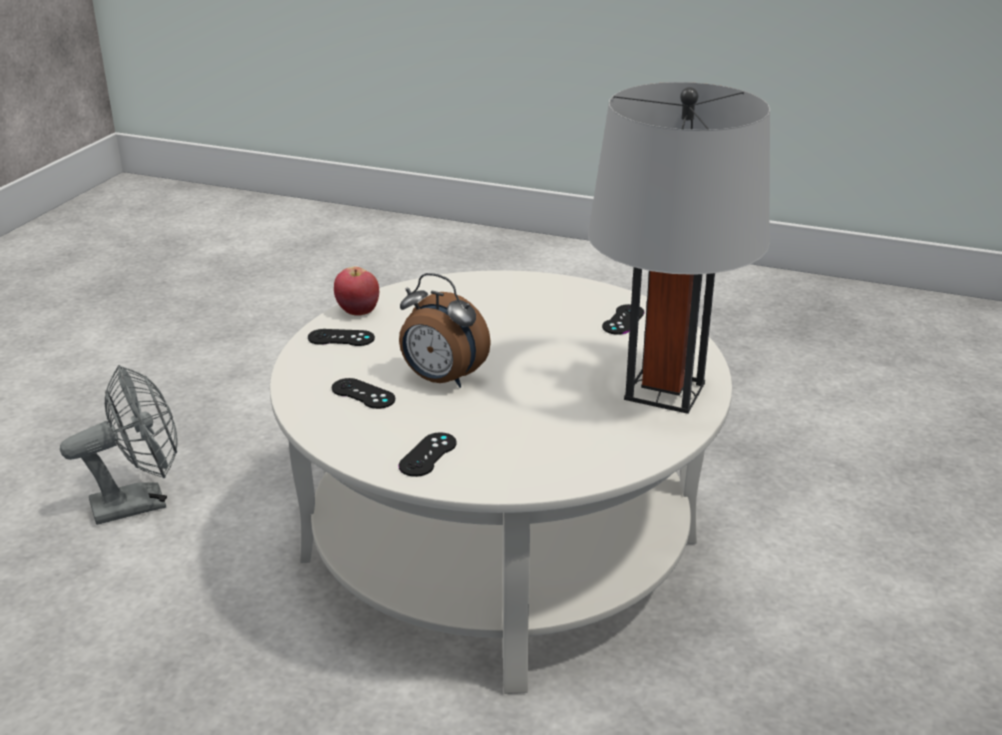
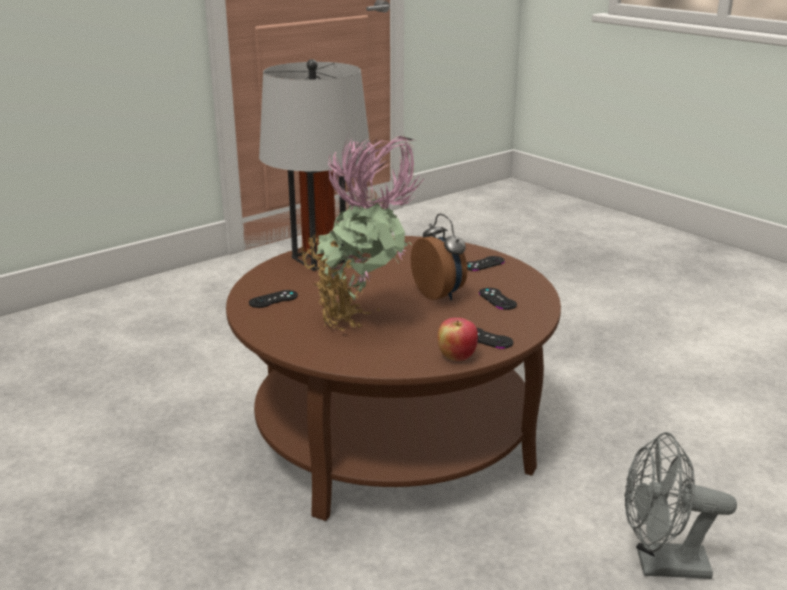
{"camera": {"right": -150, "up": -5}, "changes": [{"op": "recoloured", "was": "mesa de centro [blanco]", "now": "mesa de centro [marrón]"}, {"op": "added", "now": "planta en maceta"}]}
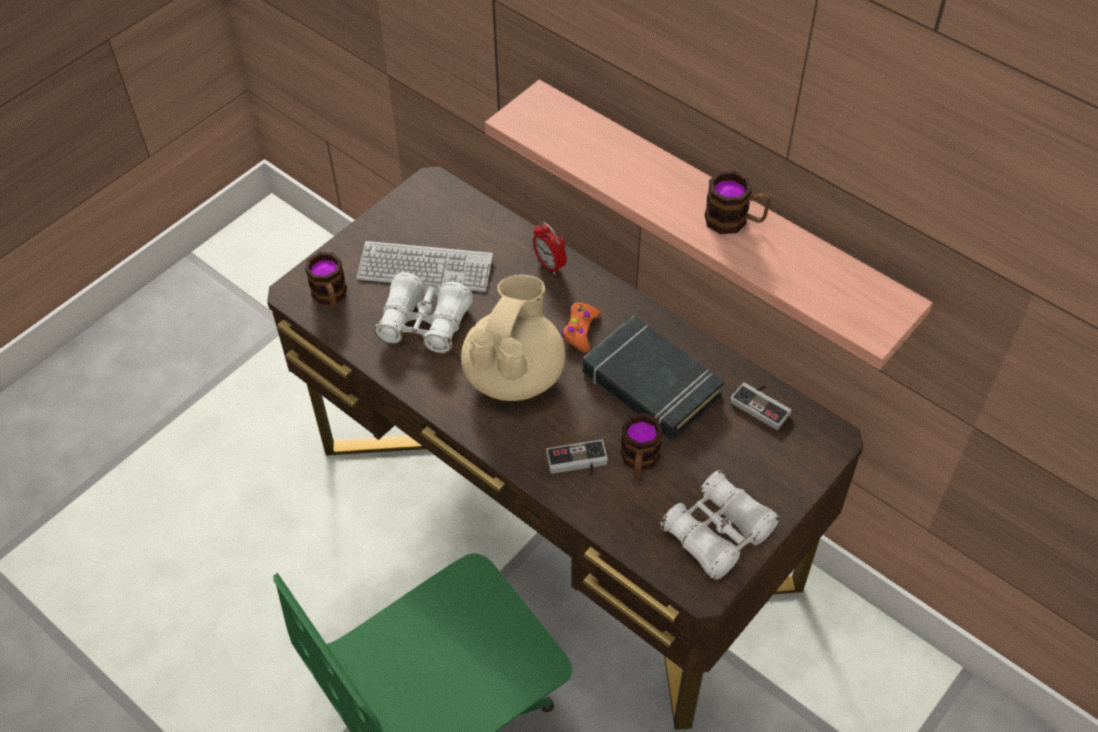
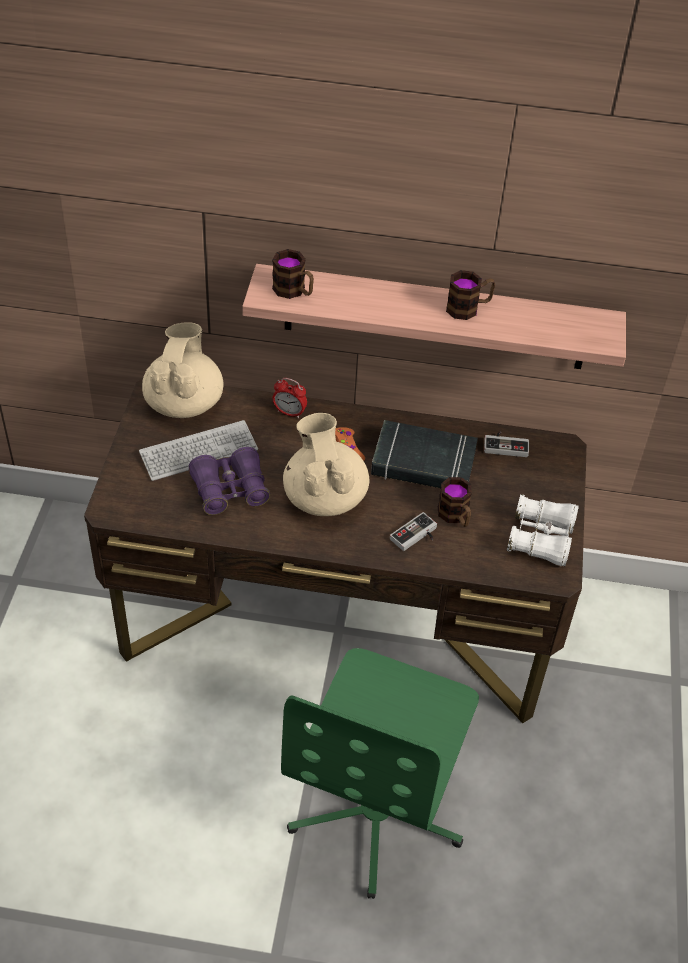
{"camera": {"right": -35, "up": -5}, "changes": [{"op": "moved", "was": "taza grande (1st from left)"}, {"op": "recoloured", "was": "prismáticos [blanco] (1st from left)", "now": "prismáticos [morado]"}, {"op": "added", "now": "tetera [beis] (1st from left)"}]}
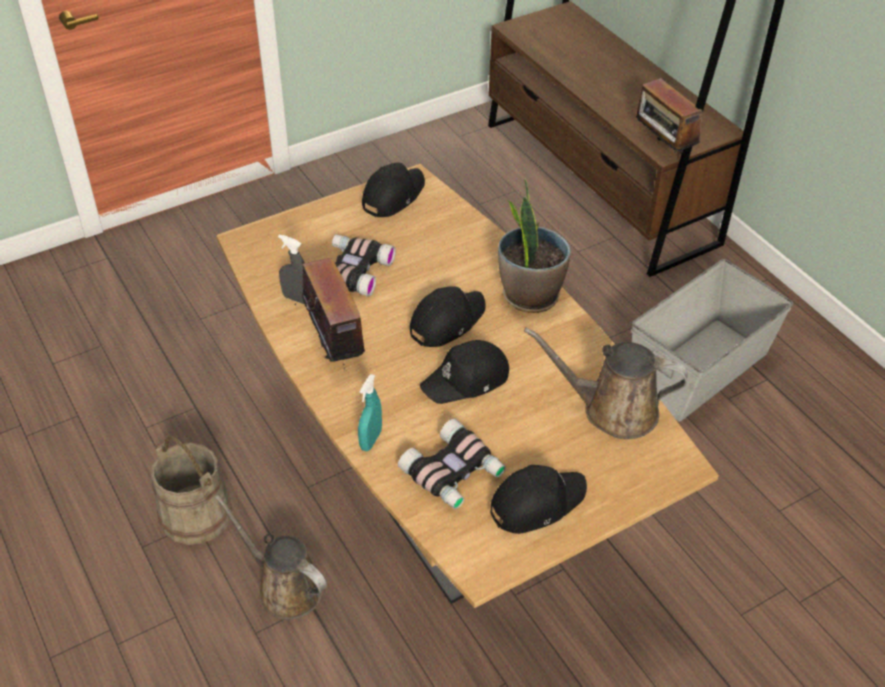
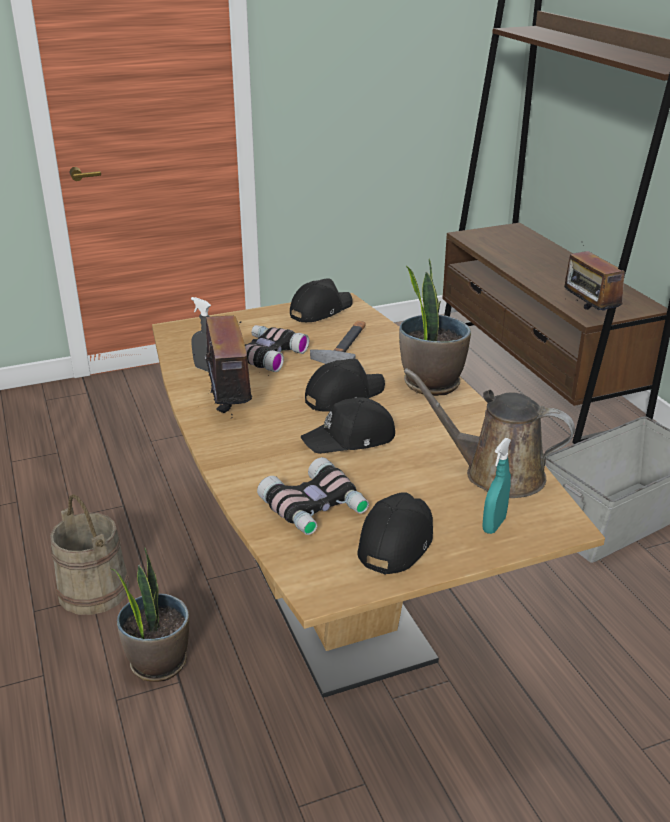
{"camera": {"right": 10, "up": -15}, "changes": [{"op": "replaced", "was": "regadera [marrón] (1st from left)", "now": "planta en maceta (1st from left)"}, {"op": "moved", "was": "pulverizador [turquesa]"}, {"op": "turned", "was": "gorra [negro] (4th from left)", "clockwise": -45}, {"op": "added", "now": "martillo"}]}
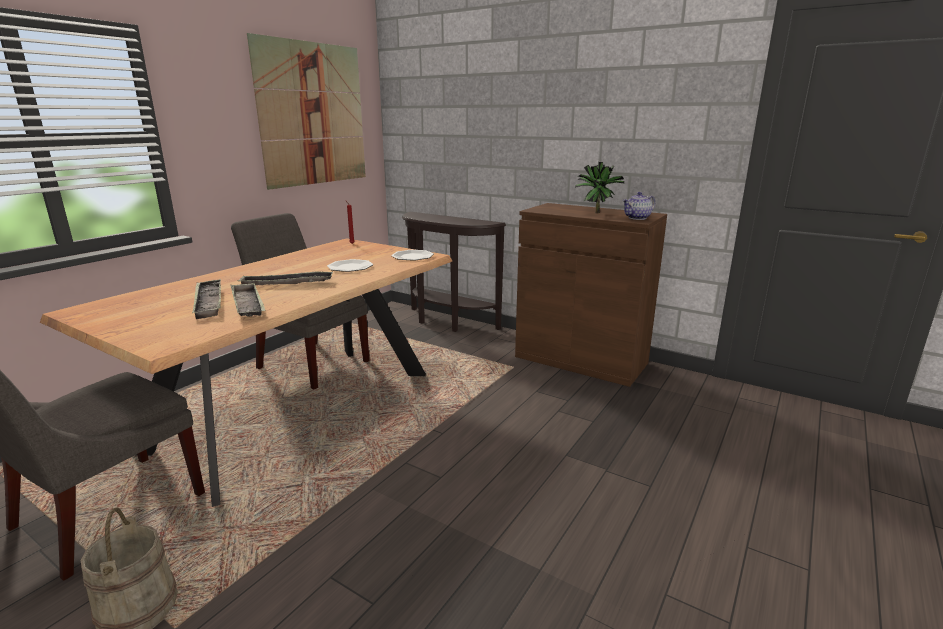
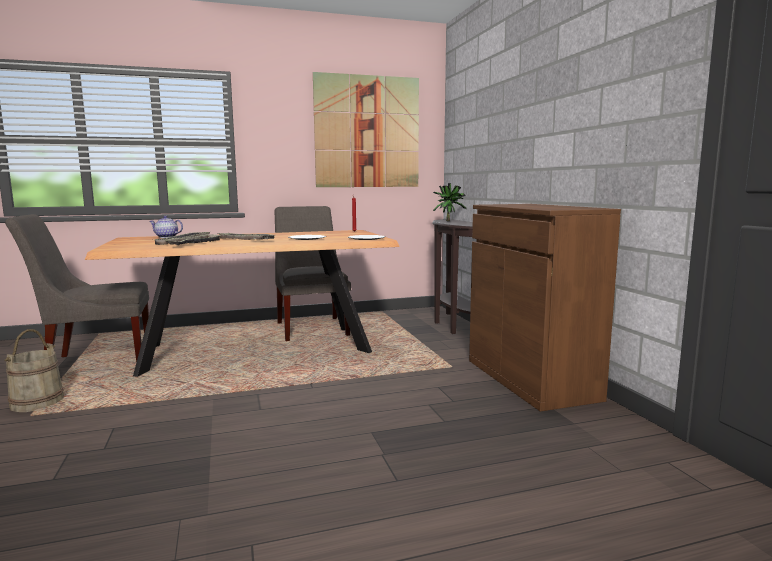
{"camera": {"right": 40, "up": -10}, "changes": [{"op": "moved", "was": "planta en maceta"}, {"op": "moved", "was": "tetera"}]}
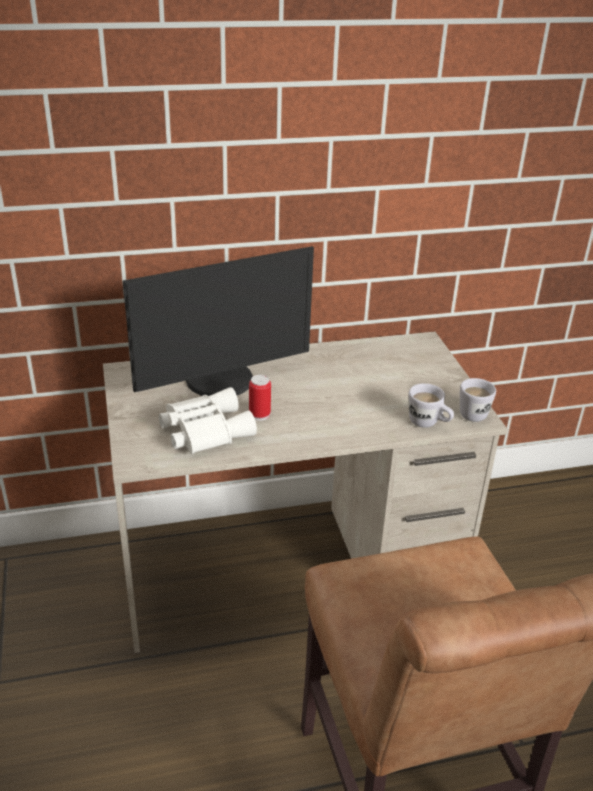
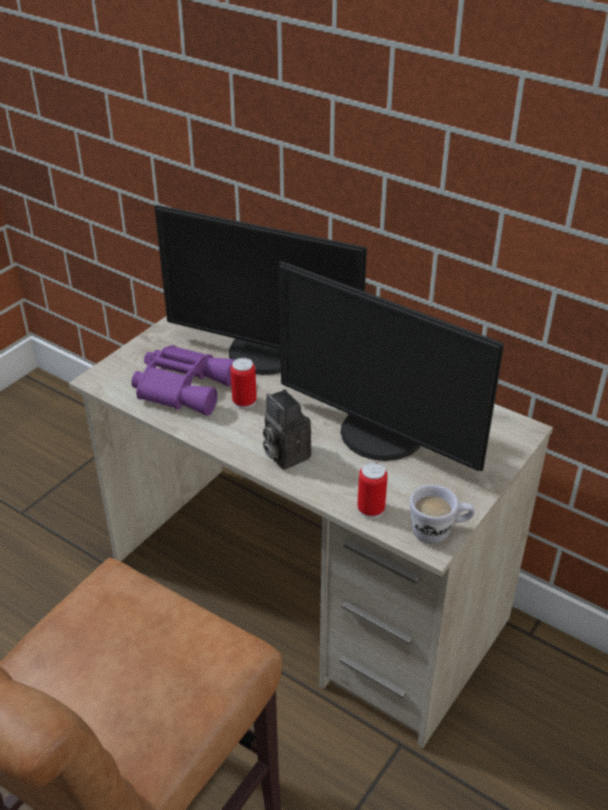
{"camera": {"right": 50, "up": 5}, "changes": [{"op": "recoloured", "was": "prismáticos [blanco]", "now": "prismáticos [morado]"}, {"op": "replaced", "was": "taza grande [blanco] (1st from left)", "now": "lata (2nd from left)"}, {"op": "added", "now": "cámara"}, {"op": "added", "now": "monitor (2nd from left)"}]}
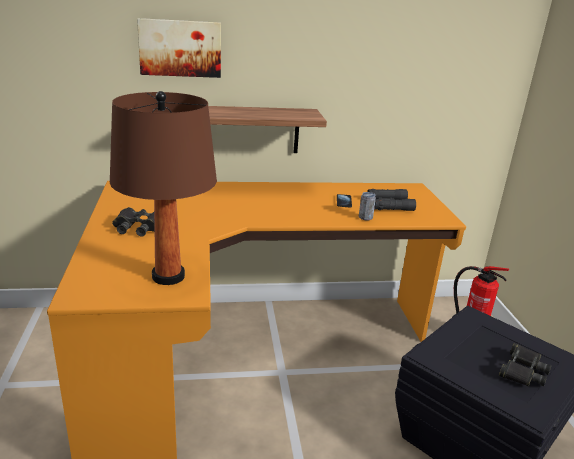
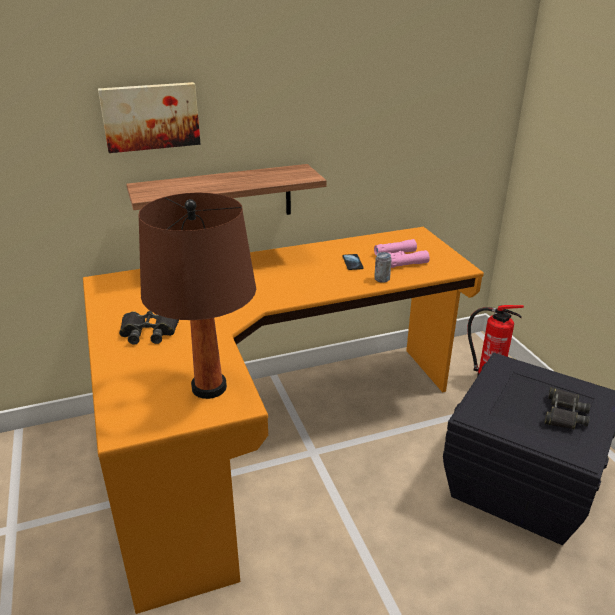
{"camera": {"right": -10, "up": 5}, "changes": [{"op": "recoloured", "was": "prismáticos [negro] (2nd from left)", "now": "prismáticos [rosa]"}]}
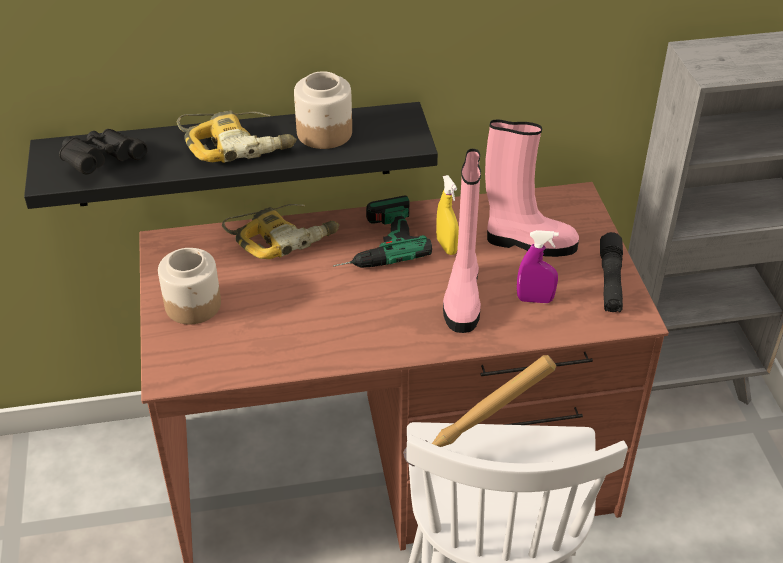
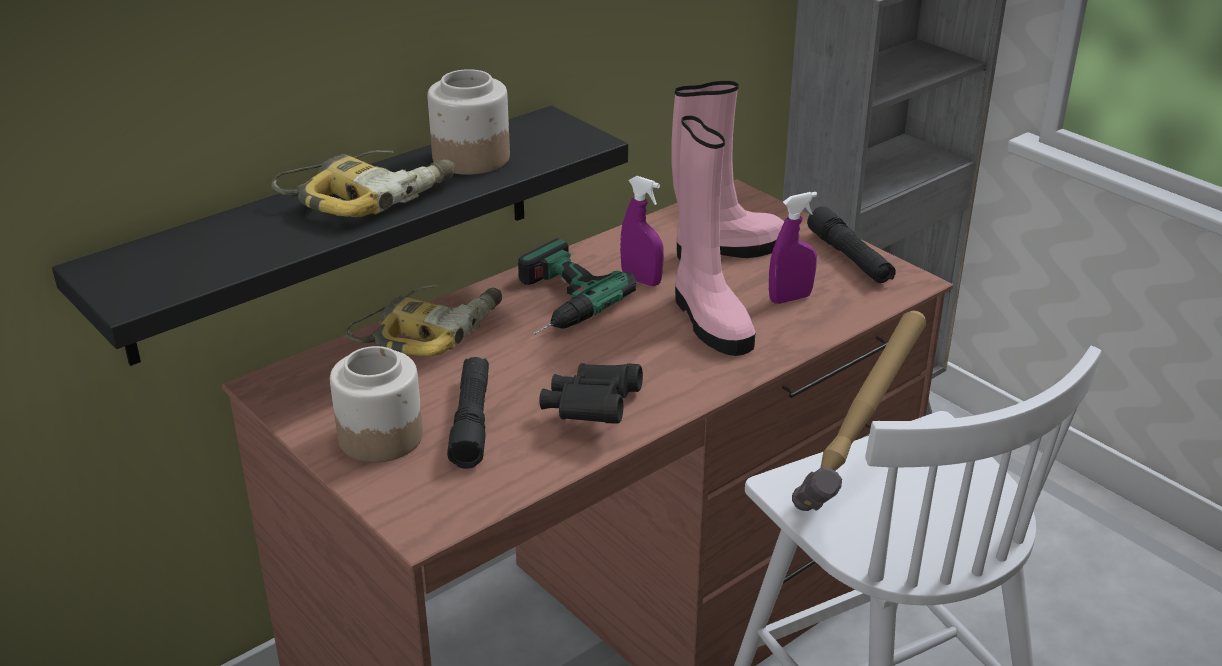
{"camera": {"right": -30, "up": -10}, "changes": [{"op": "moved", "was": "prismáticos [negro]"}, {"op": "recoloured", "was": "pulverizador [amarillo]", "now": "pulverizador [morado] (1st from left)"}, {"op": "added", "now": "linterna [negro] (1st from left)"}]}
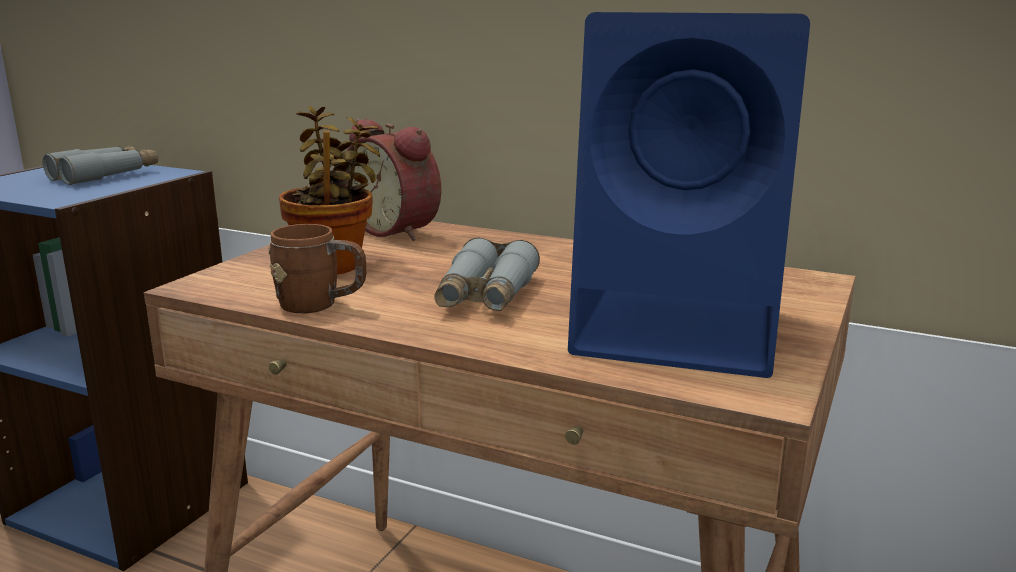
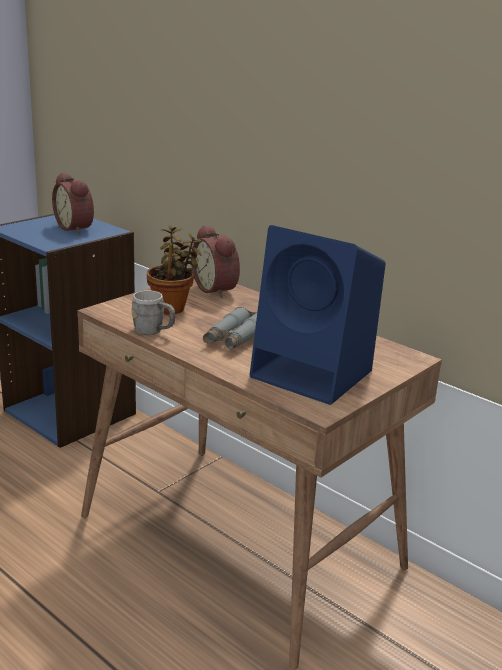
{"camera": {"right": 15, "up": 5}, "changes": [{"op": "replaced", "was": "prismáticos [gris] (1st from left)", "now": "despertador (1st from left)"}, {"op": "recoloured", "was": "taza grande [marrón]", "now": "taza grande [gris]"}]}
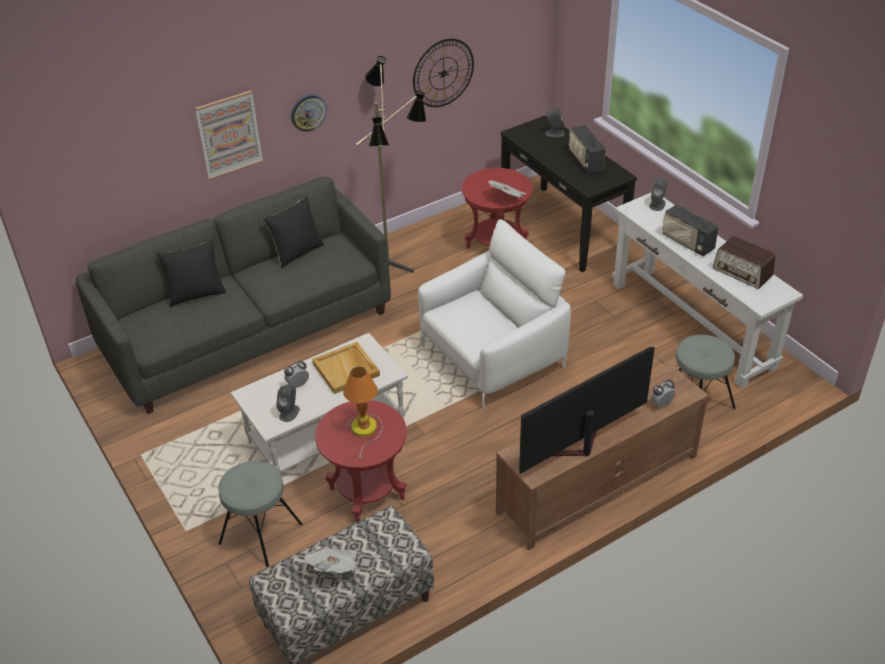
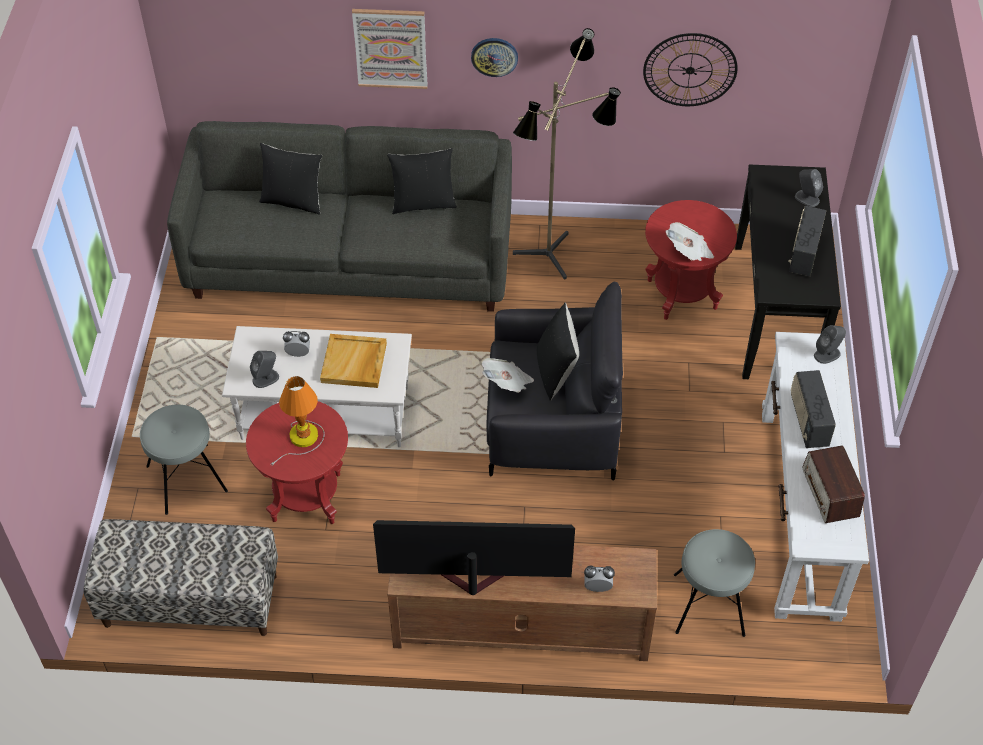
{"camera": {"right": 35, "up": 10}, "changes": [{"op": "moved", "was": "periódico (1st from left)"}, {"op": "recoloured", "was": "sillón [blanco]", "now": "sillón [negro]"}, {"op": "added", "now": "cojín [negro] (3rd from left)"}]}
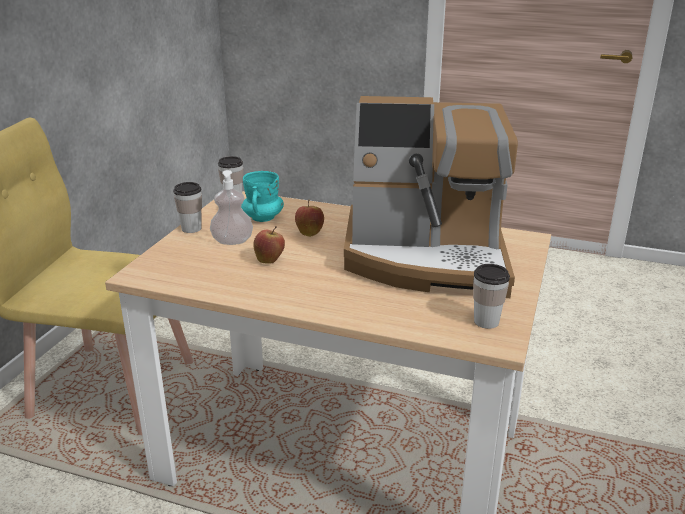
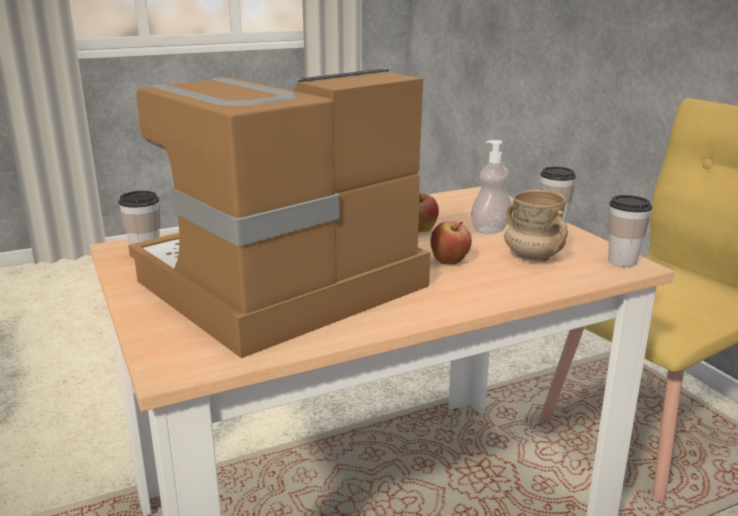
{"camera": {"right": 135, "up": -5}, "changes": [{"op": "recoloured", "was": "taza grande [turquesa]", "now": "taza grande [beis]"}]}
